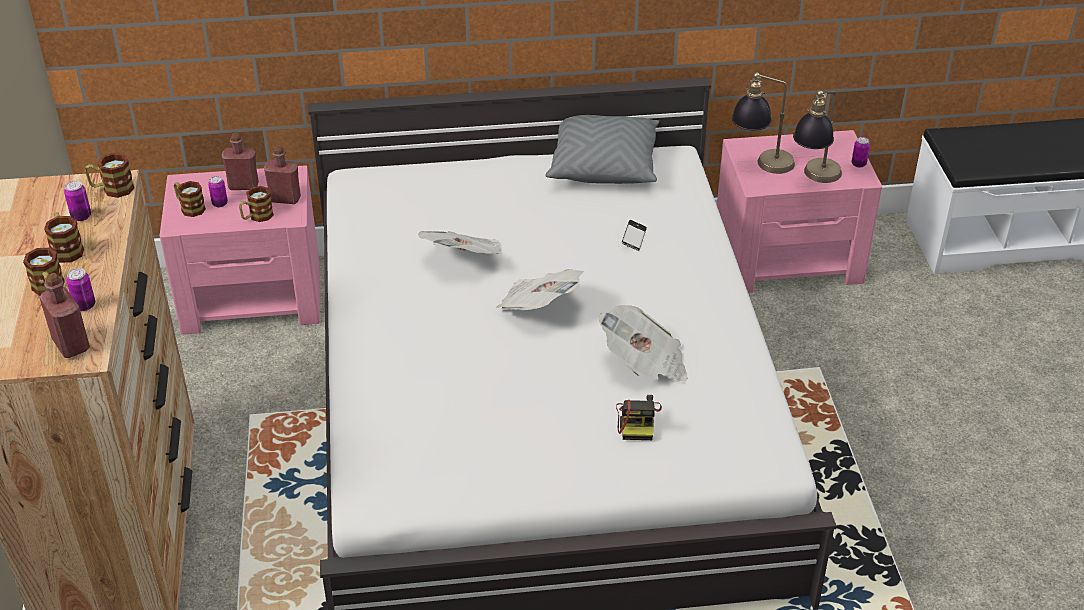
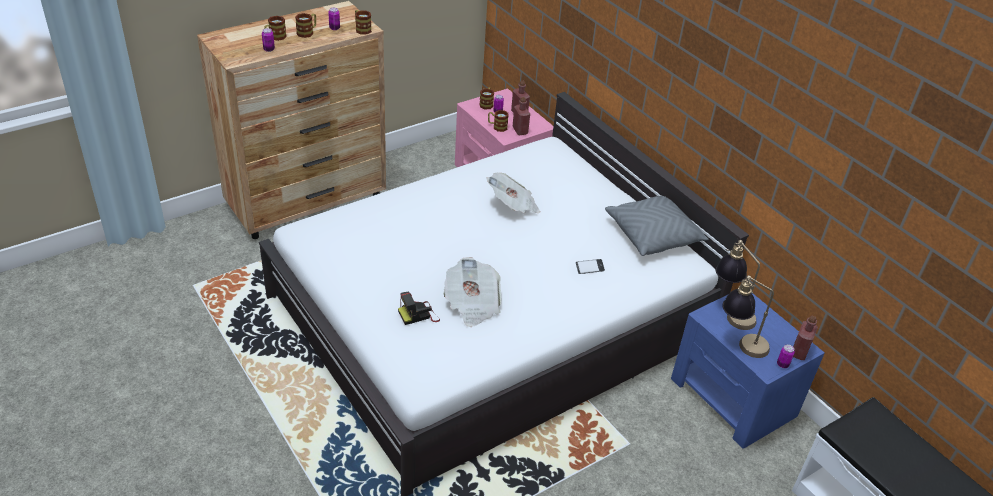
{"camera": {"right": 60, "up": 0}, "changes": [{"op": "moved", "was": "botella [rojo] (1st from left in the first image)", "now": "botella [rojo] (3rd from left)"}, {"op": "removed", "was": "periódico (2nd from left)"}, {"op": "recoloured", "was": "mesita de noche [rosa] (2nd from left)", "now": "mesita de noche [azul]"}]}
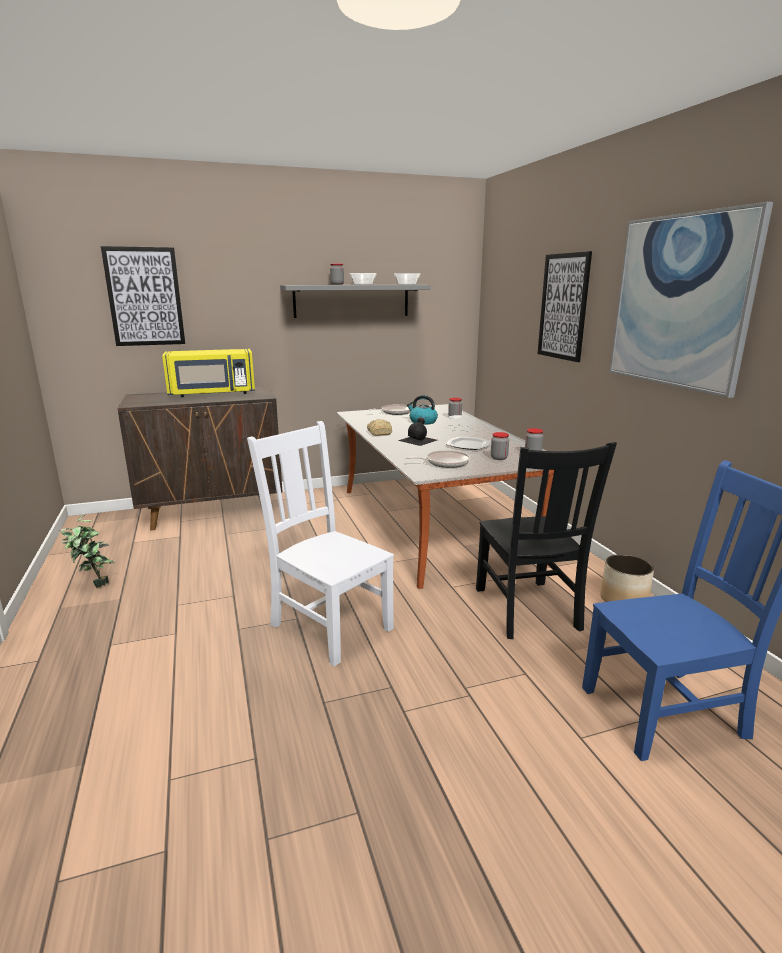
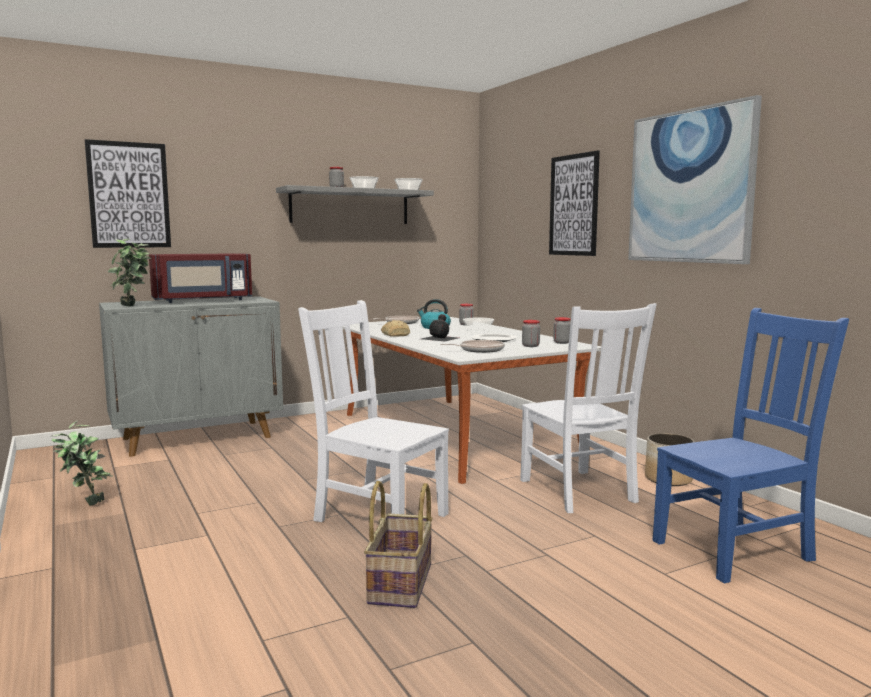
{"camera": {"right": -10, "up": -10}, "changes": [{"op": "recoloured", "was": "armario [marrón]", "now": "armario [gris]"}, {"op": "recoloured", "was": "microondas [amarillo]", "now": "microondas [rojo]"}, {"op": "recoloured", "was": "silla [negro]", "now": "silla [blanco] (2nd from left)"}, {"op": "added", "now": "planta en maceta (2nd from left)"}, {"op": "added", "now": "cesta"}]}
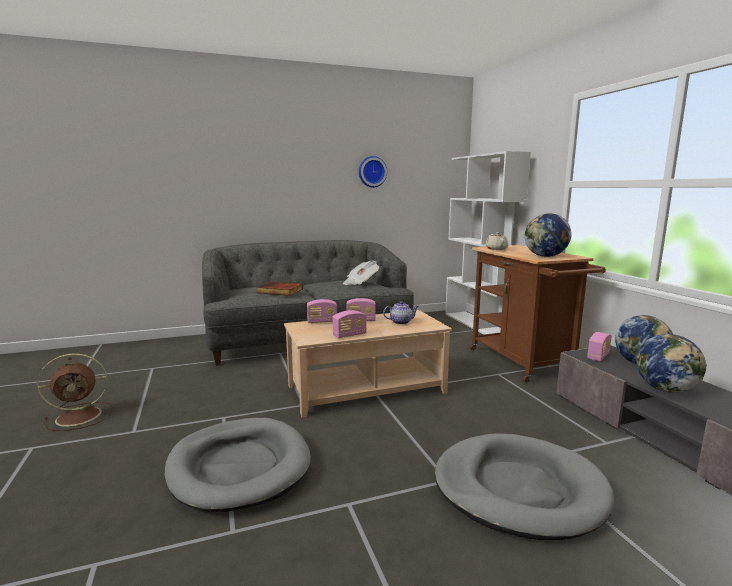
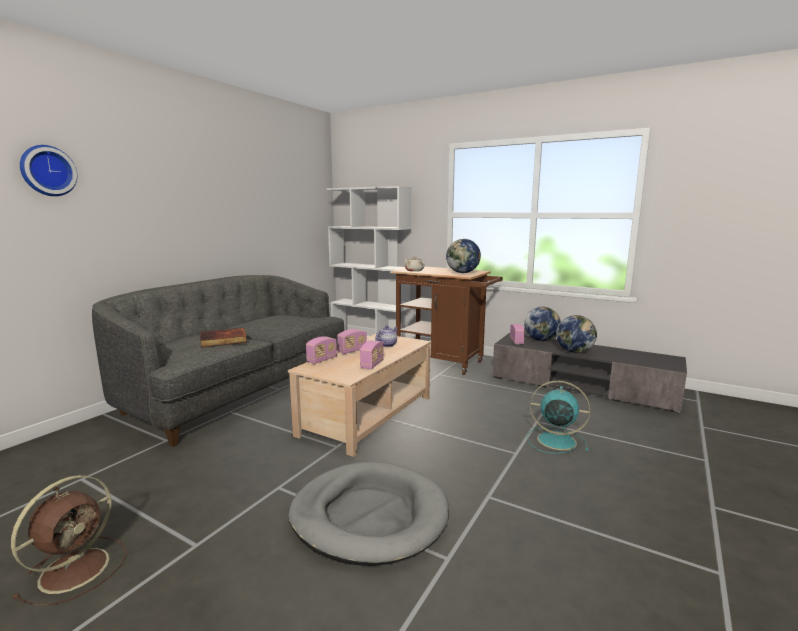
{"camera": {"right": -40, "up": 0}, "changes": [{"op": "removed", "was": "periódico"}, {"op": "moved", "was": "reloj de pared"}, {"op": "replaced", "was": "cama para perro [gris] (2nd from left)", "now": "ventilador [turquesa]"}]}
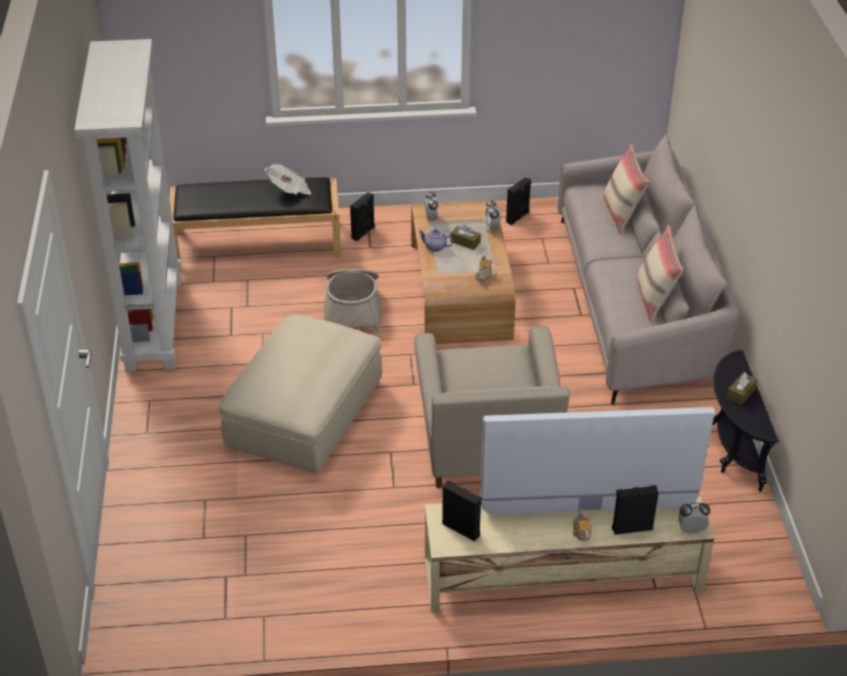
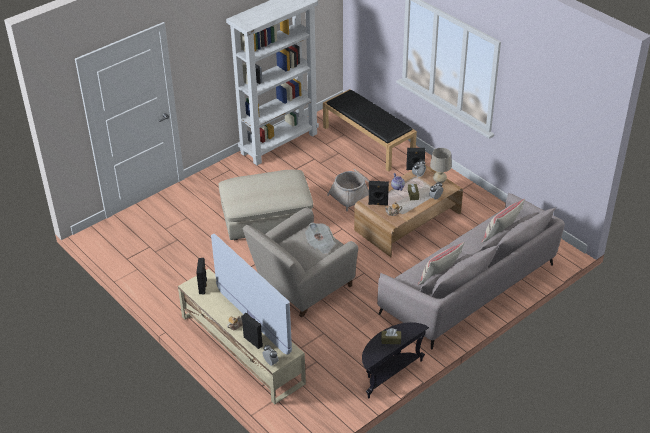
{"camera": {"right": 55, "up": 0}, "changes": [{"op": "moved", "was": "periódico"}, {"op": "moved", "was": "altavoz [negro] (3rd from left)"}, {"op": "added", "now": "lámpara de mesa [beis]"}]}
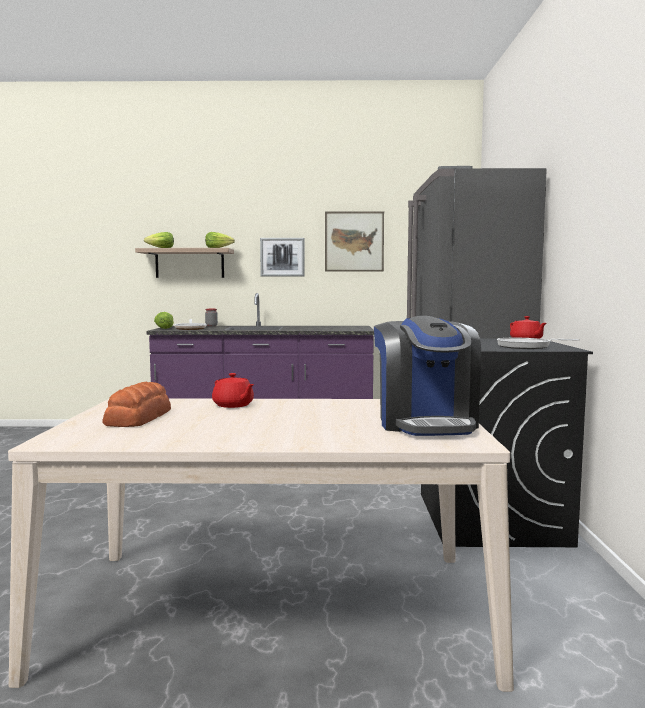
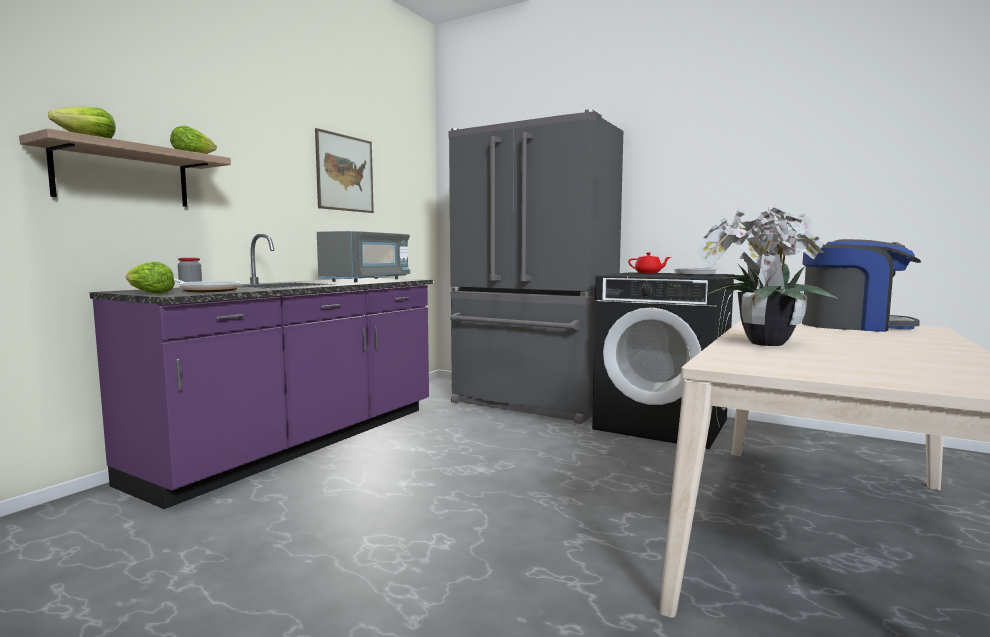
{"camera": {"right": -60, "up": 0}, "changes": [{"op": "removed", "was": "pan"}, {"op": "replaced", "was": "tetera [rojo] (1st from left)", "now": "planta en maceta"}, {"op": "removed", "was": "cuadro (1st from left)"}, {"op": "added", "now": "microondas [gris]"}]}
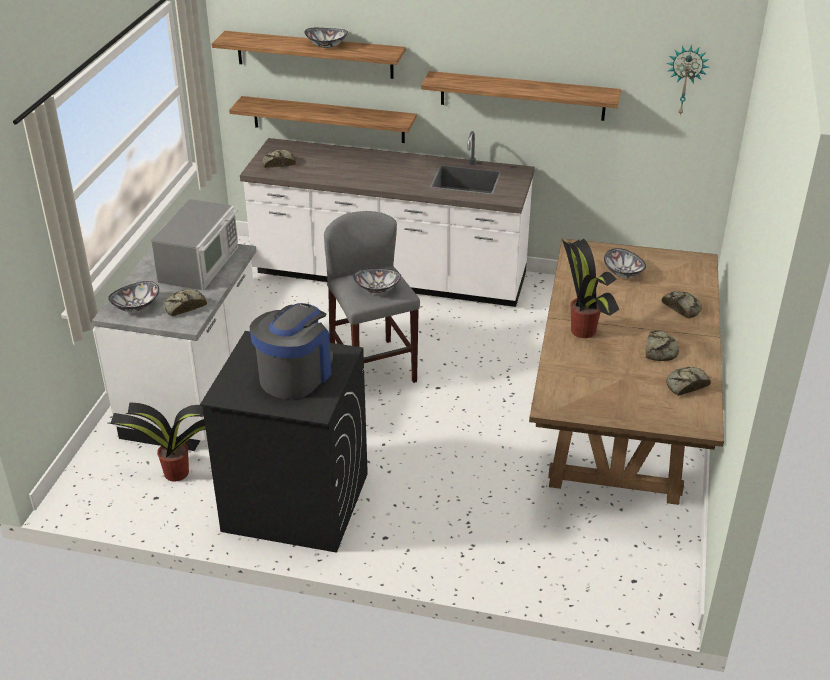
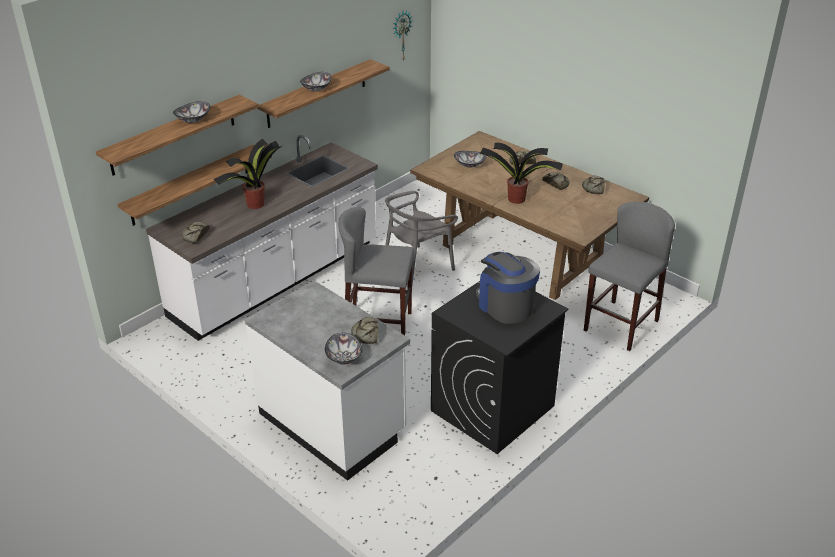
{"camera": {"right": -60, "up": 0}, "changes": [{"op": "moved", "was": "planta en maceta (1st from left)"}, {"op": "removed", "was": "microondas"}, {"op": "moved", "was": "cuenco (3rd from left in the first image)", "now": "cuenco (2nd from left)"}, {"op": "added", "now": "silla [gris]"}, {"op": "added", "now": "taburete [gris] (2nd from left)"}]}
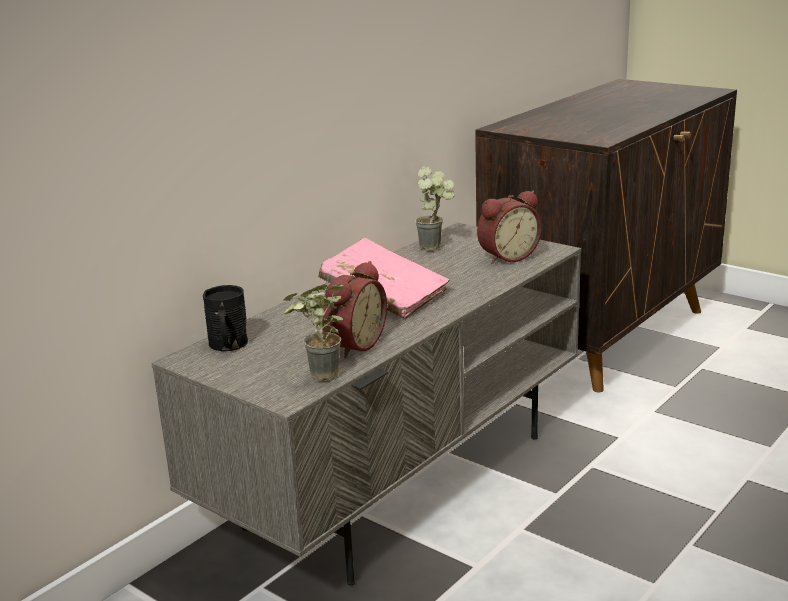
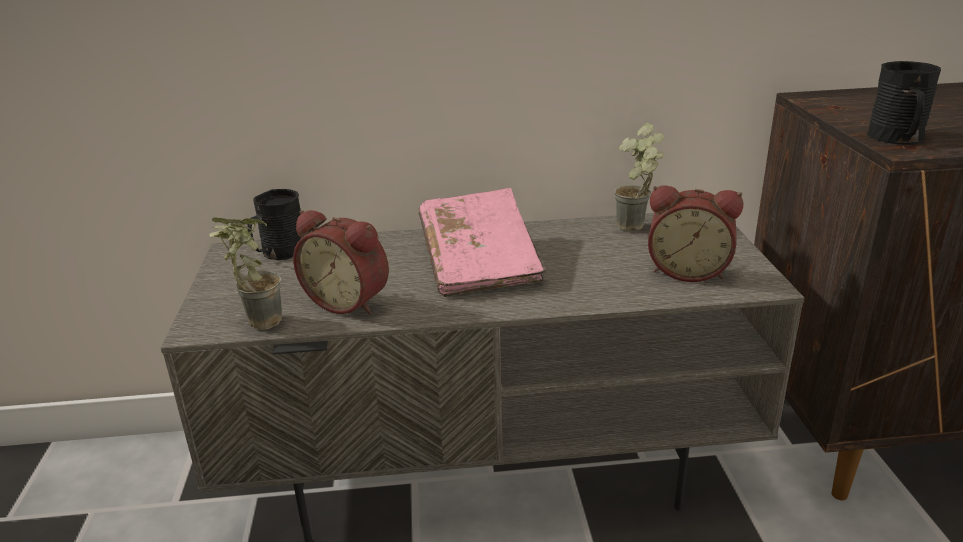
{"camera": {"right": 45, "up": 5}, "changes": [{"op": "turned", "was": "despertador (1st from left)", "clockwise": 45}, {"op": "added", "now": "taza grande [negro] (2nd from left)"}]}
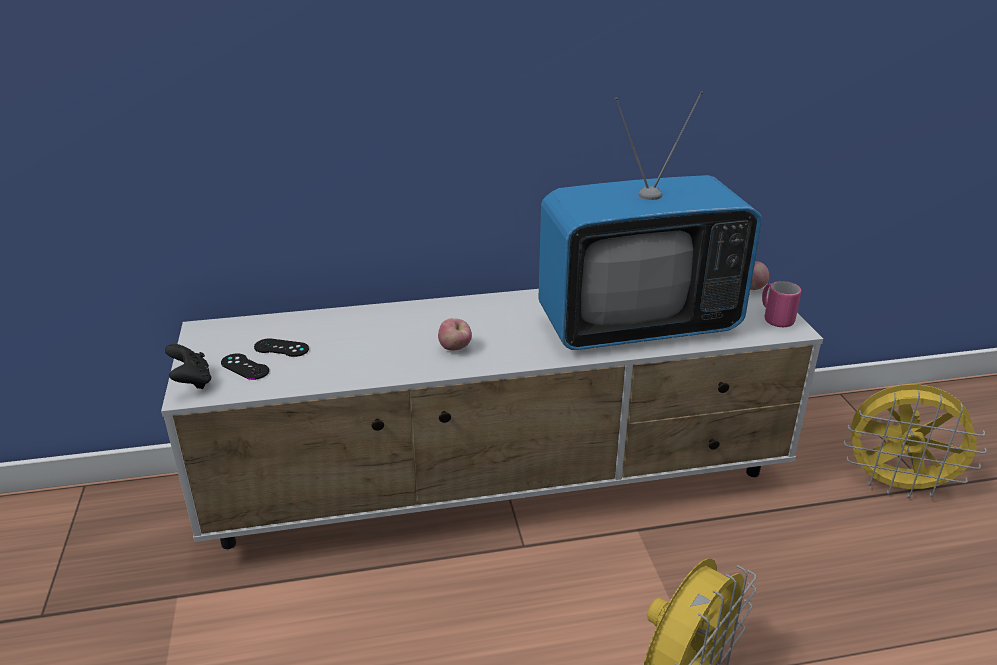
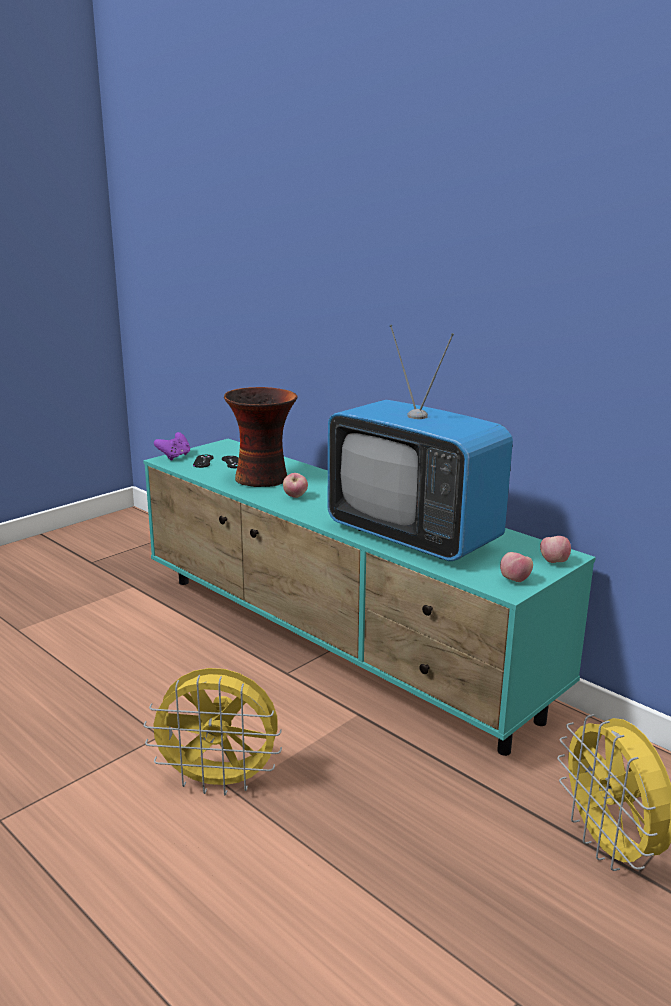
{"camera": {"right": 55, "up": -10}, "changes": [{"op": "recoloured", "was": "mueble de televisión [blanco]", "now": "mueble de televisión [turquesa]"}, {"op": "recoloured", "was": "mando de consola [negro] (1st from left)", "now": "mando de consola [morado]"}, {"op": "replaced", "was": "taza grande [rosa]", "now": "manzana (2nd from left)"}, {"op": "added", "now": "florero"}]}
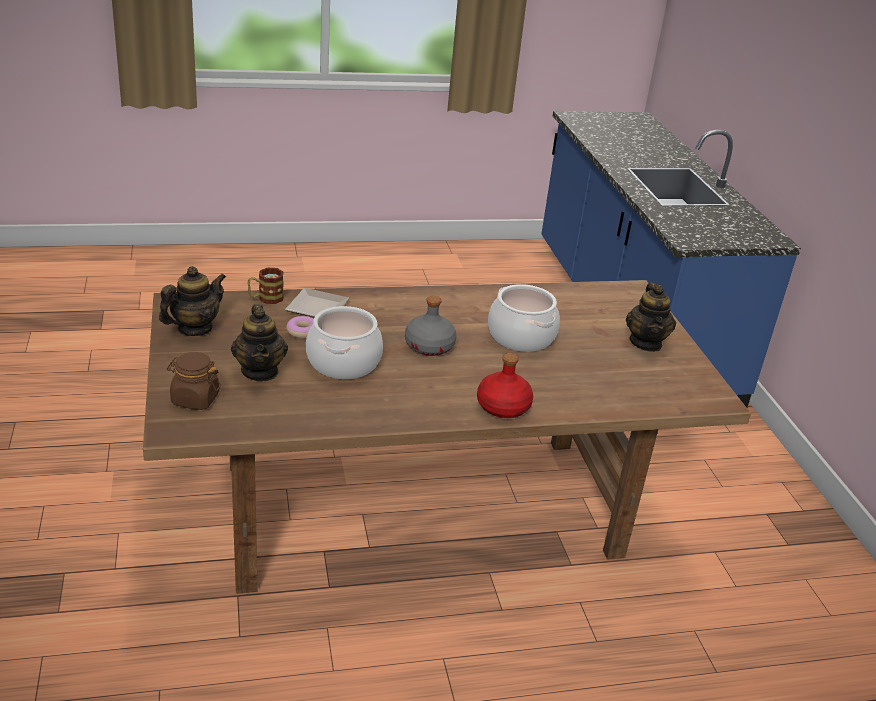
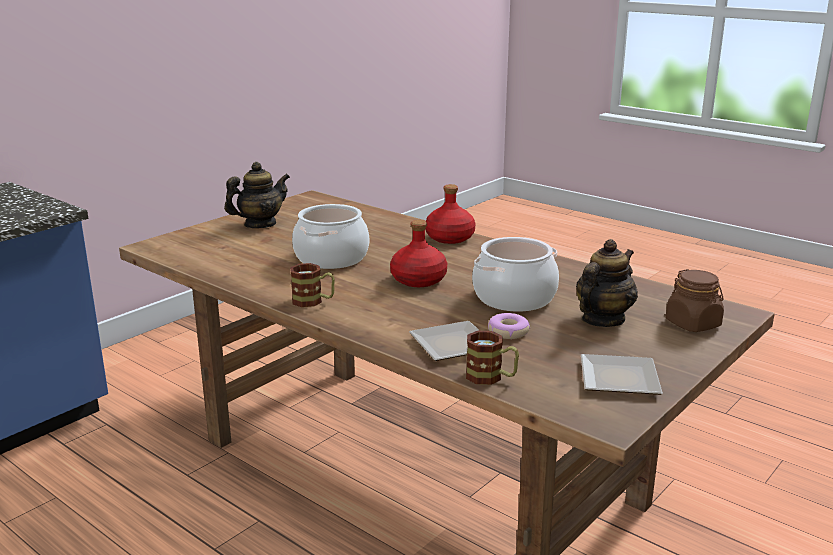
{"camera": {"right": -125, "up": -10}, "changes": [{"op": "replaced", "was": "tetera (1st from left)", "now": "plato (2nd from left)"}, {"op": "recoloured", "was": "botella [gris]", "now": "botella [rojo] (1st from left)"}, {"op": "added", "now": "taza grande (1st from left)"}]}
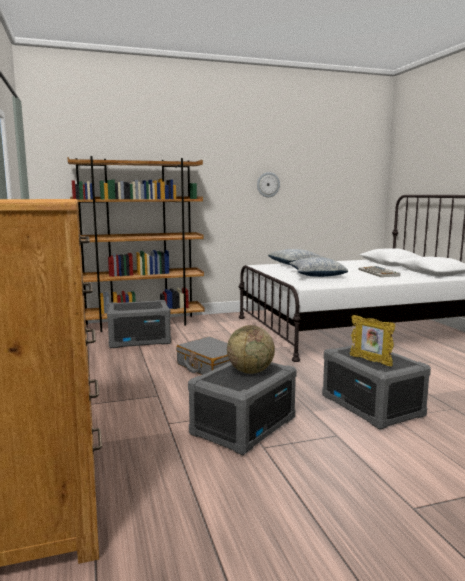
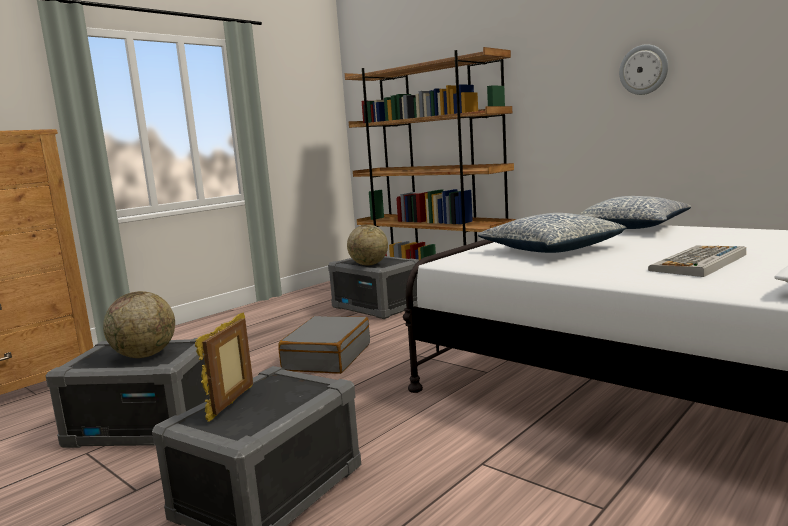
{"camera": {"right": 60, "up": 0}, "changes": [{"op": "added", "now": "globo terráqueo (2nd from left)"}]}
